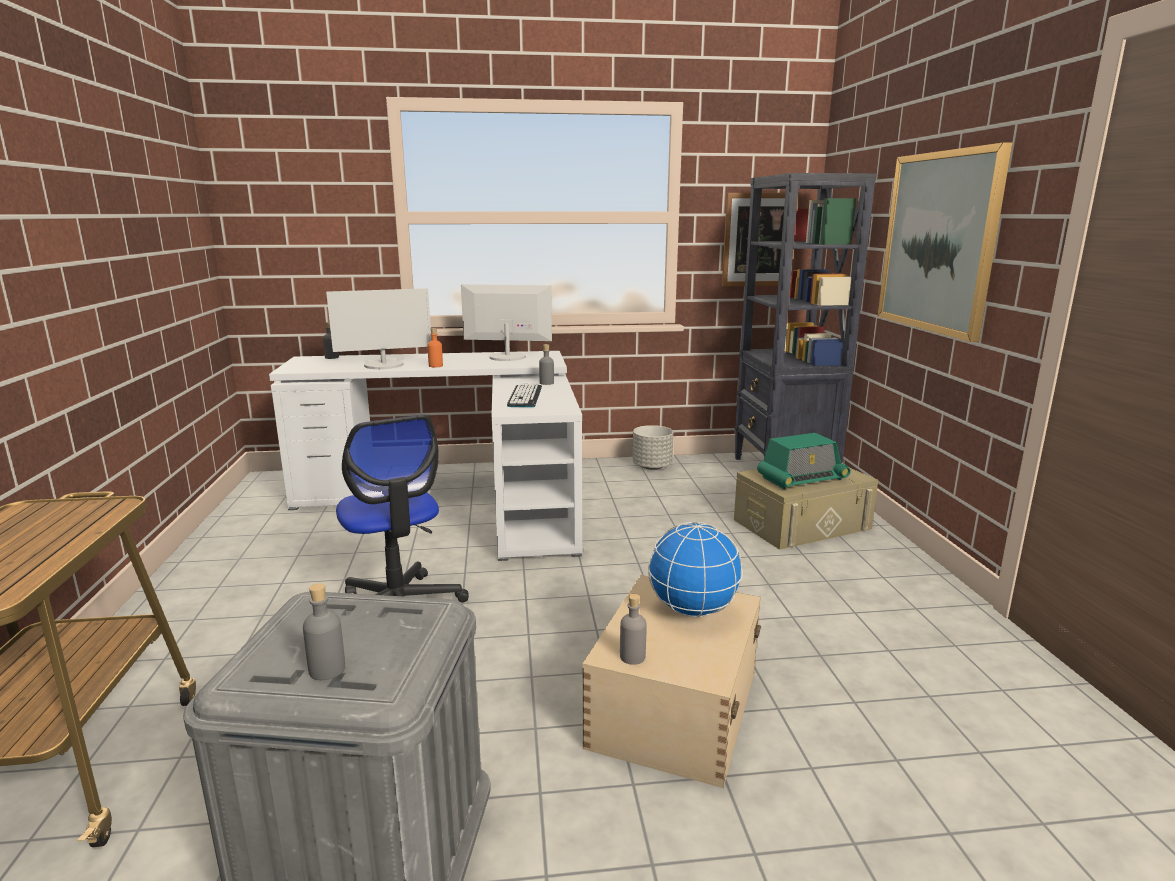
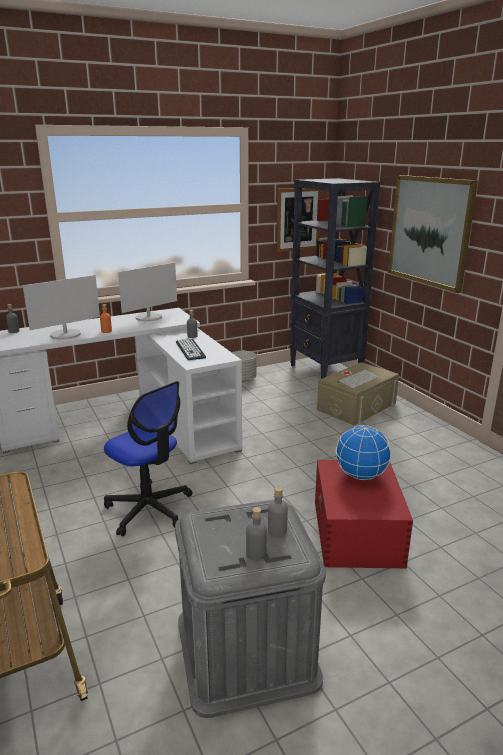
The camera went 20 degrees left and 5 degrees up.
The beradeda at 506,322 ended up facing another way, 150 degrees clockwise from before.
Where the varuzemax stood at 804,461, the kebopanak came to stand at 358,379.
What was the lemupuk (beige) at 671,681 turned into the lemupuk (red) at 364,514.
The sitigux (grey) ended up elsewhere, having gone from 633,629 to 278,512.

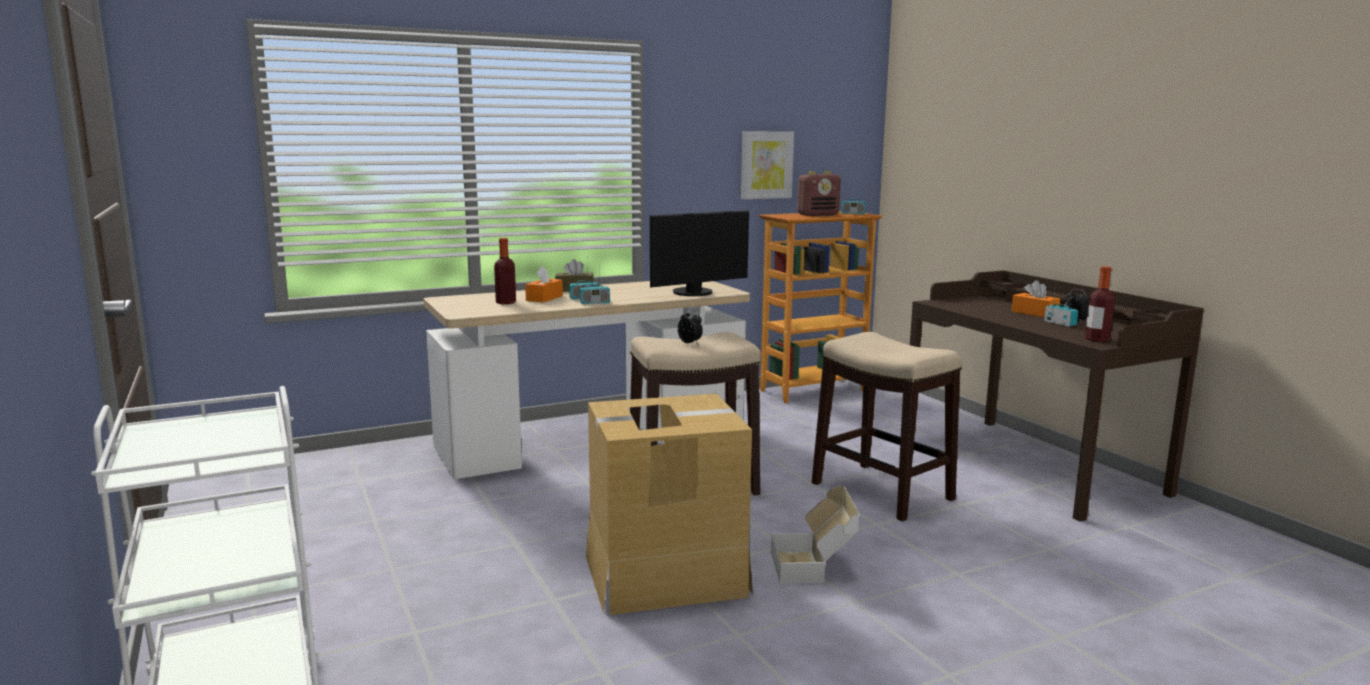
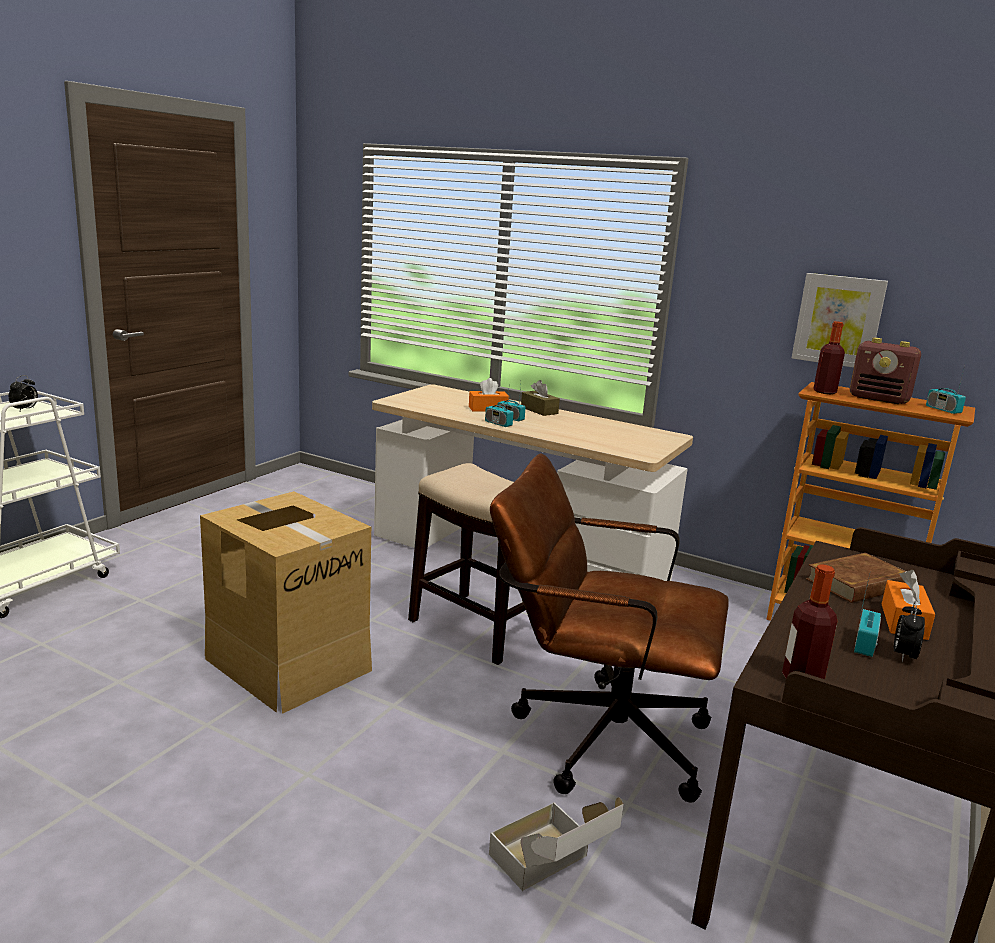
The camera went 55 degrees right and 5 degrees up.
The second view lost the beradeda at 699,253.
The sitigux ended up elsewhere, having gone from 505,271 to 829,357.
The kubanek ended up elsewhere, having gone from 690,326 to 23,393.
Where the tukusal stood at 887,427, the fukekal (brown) came to stand at 609,628.
The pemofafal ended up elsewhere, having gone from 815,534 to 556,844.
The second view gained the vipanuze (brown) at 856,578.

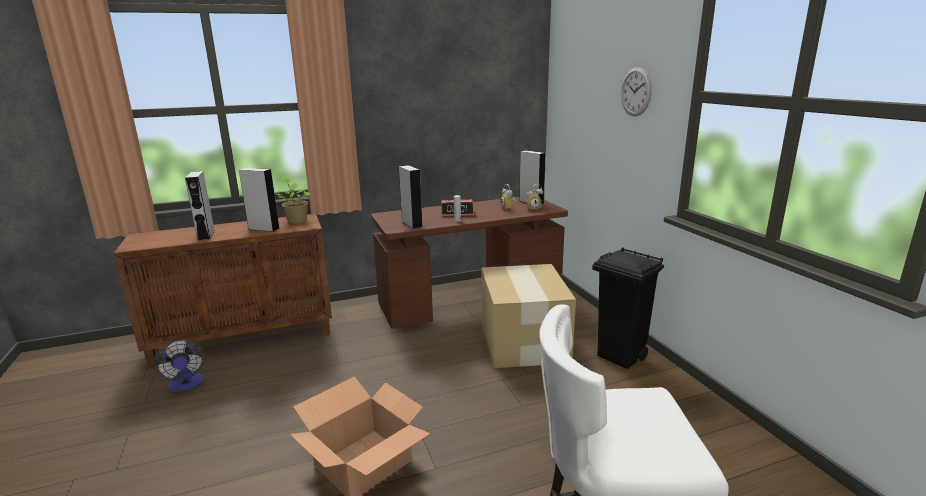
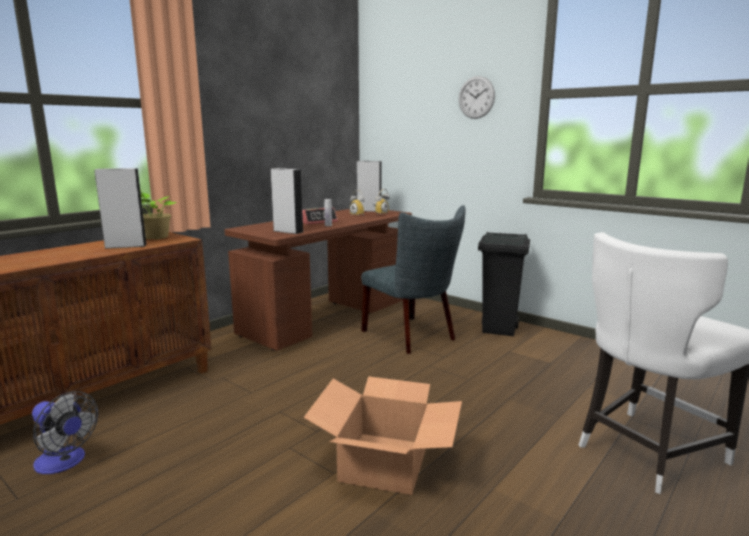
The camera went 30 degrees left and 5 degrees down.
The second view lost the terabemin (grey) at 200,206.
Where the pemofafal stood at 528,316, the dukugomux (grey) came to stand at 413,279.

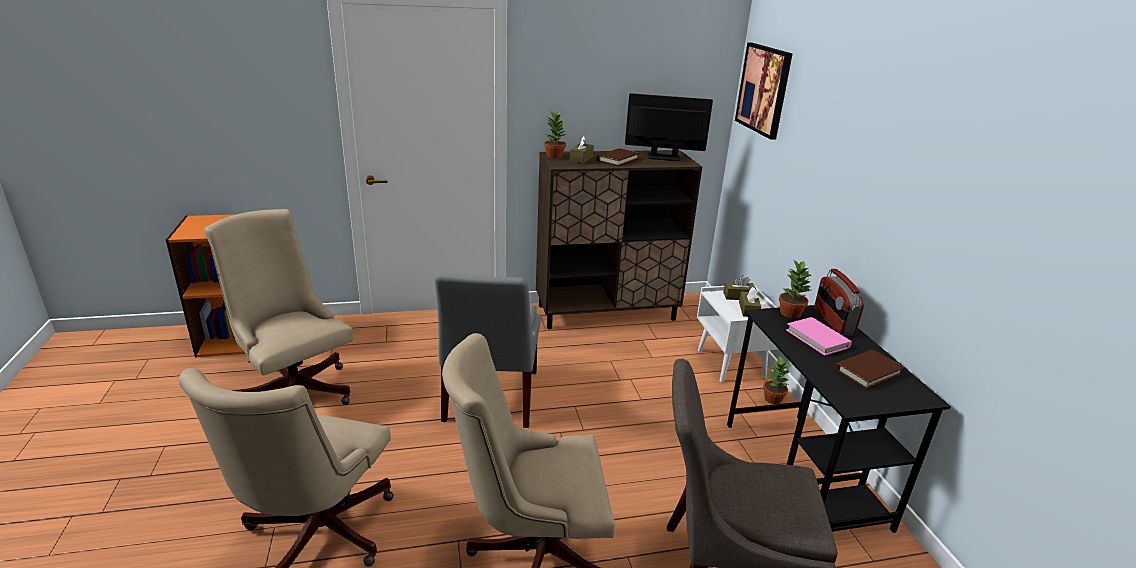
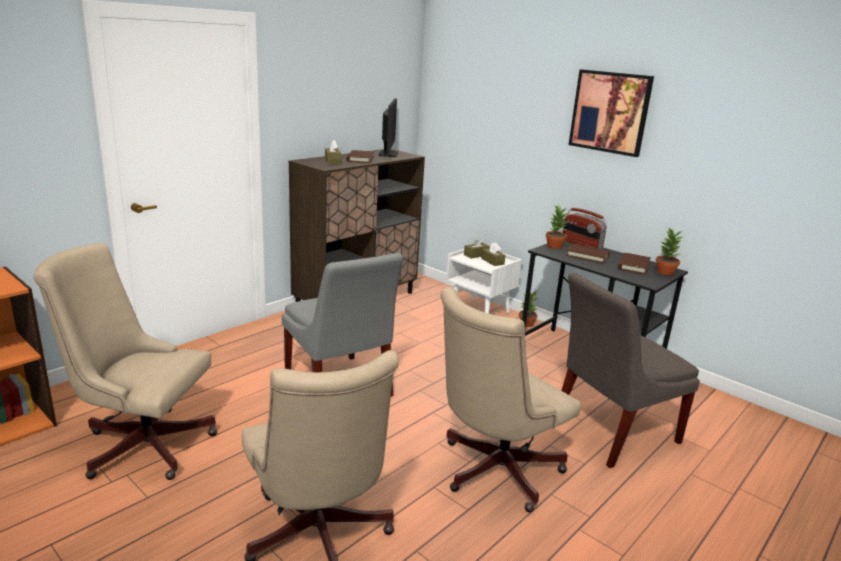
The camera went 35 degrees left and 5 degrees down.
The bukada ended up elsewhere, having gone from 763,91 to 611,113.
The beradeda at 669,127 ended up facing another way, 120 degrees clockwise from before.
The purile ended up elsewhere, having gone from 555,134 to 670,251.
What was the vipanuze (pink) at 819,336 turned into the vipanuze (brown) at 588,253.

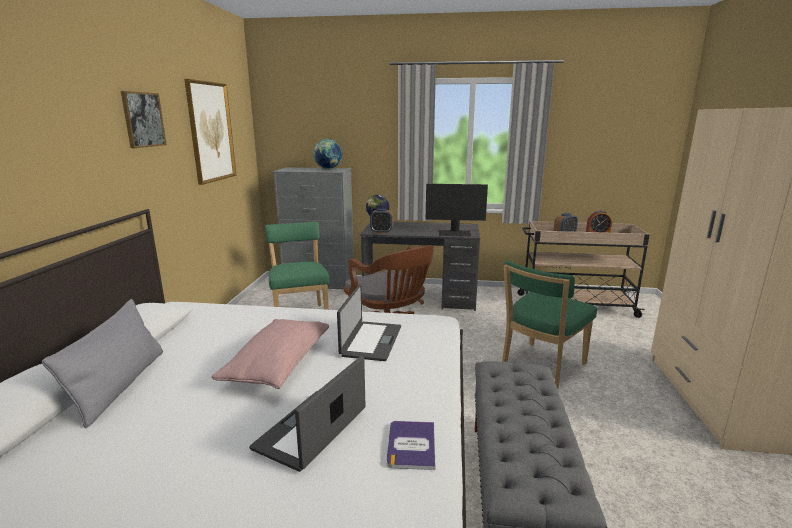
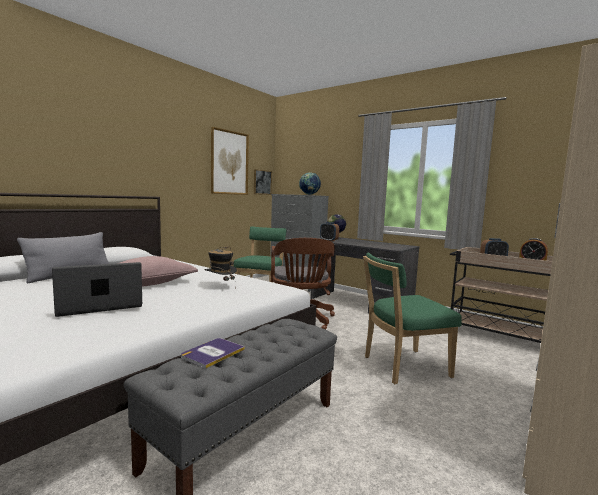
The camera went 30 degrees right and 10 degrees down.
The bukada ended up elsewhere, having gone from 144,119 to 263,182.
The second view lost the beradeda at 457,210.
Where the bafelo stood at 369,322, the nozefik came to stand at 220,267.
The vipanuze ended up elsewhere, having gone from 411,445 to 213,353.

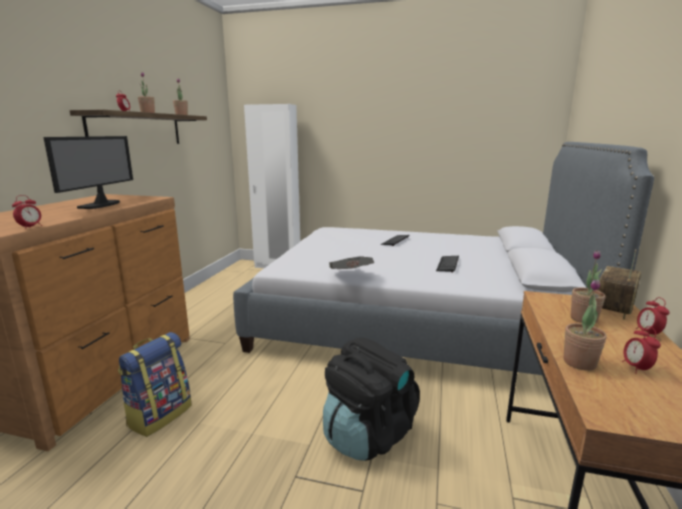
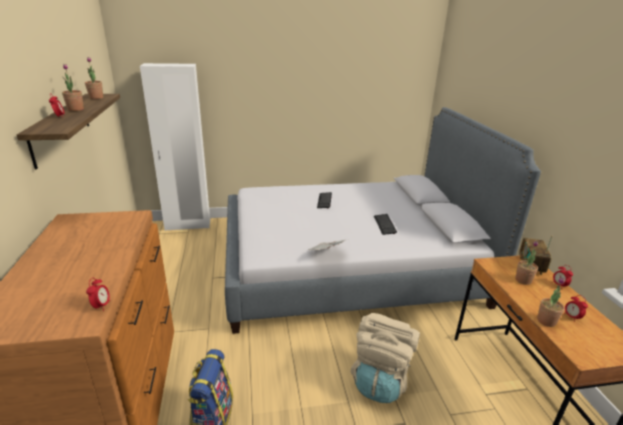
The camera went 25 degrees left and 10 degrees up.
The second view lost the beradeda at 88,172.
What was the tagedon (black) at 371,399 turned into the tagedon (beige) at 385,358.

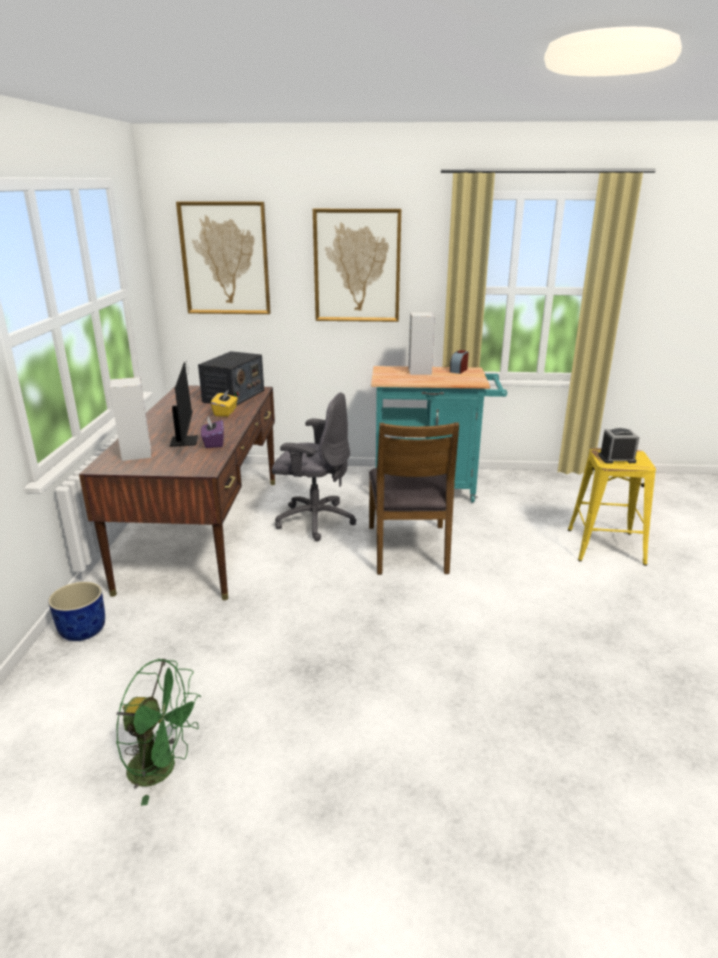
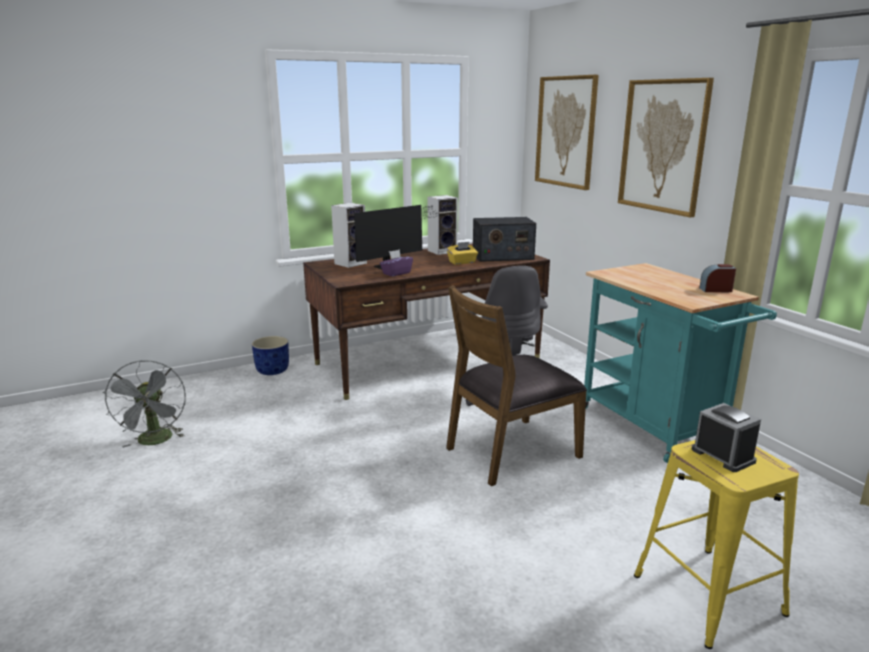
The camera went 60 degrees right and 5 degrees down.
The terabemin ended up elsewhere, having gone from 421,343 to 443,225.
What was the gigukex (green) at 158,732 turned into the gigukex (grey) at 144,404.

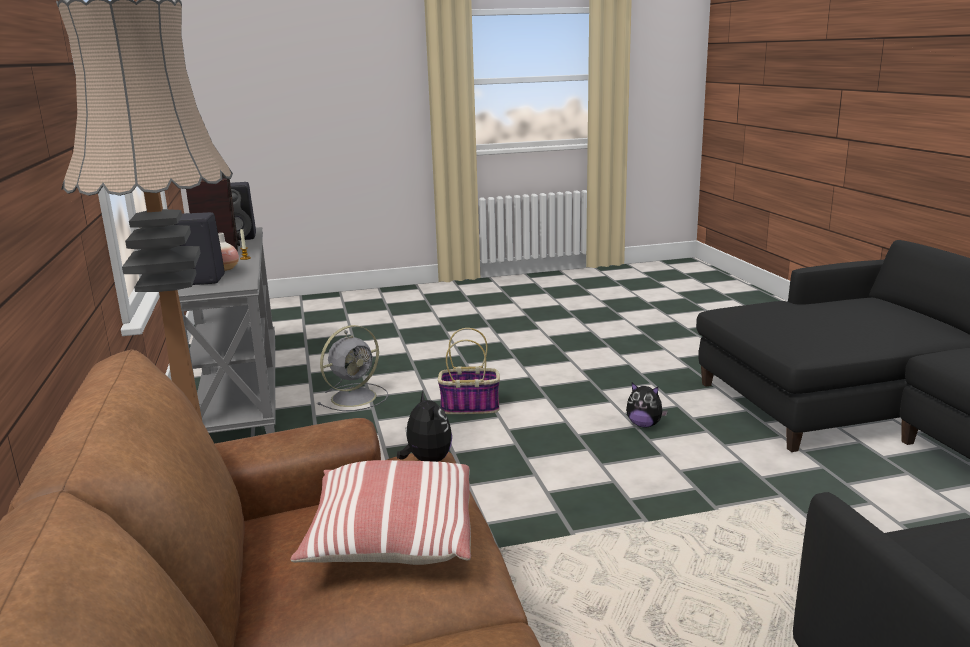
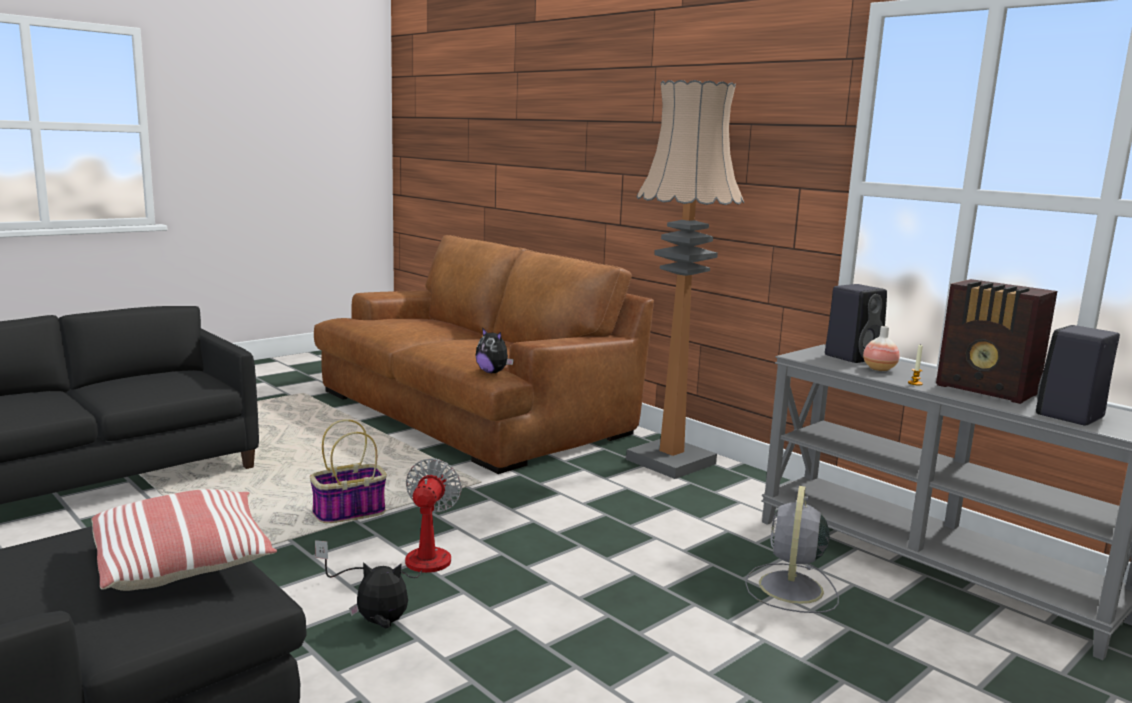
The camera went 150 degrees right and 5 degrees down.
The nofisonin ended up elsewhere, having gone from 469,371 to 348,471.
The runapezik ended up elsewhere, having gone from 380,512 to 184,540.
The second view gained the gigukex at 388,518.

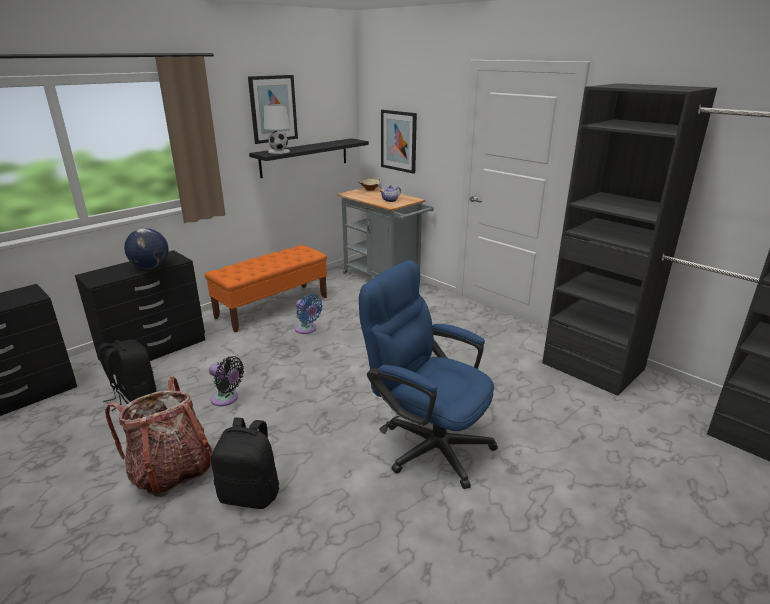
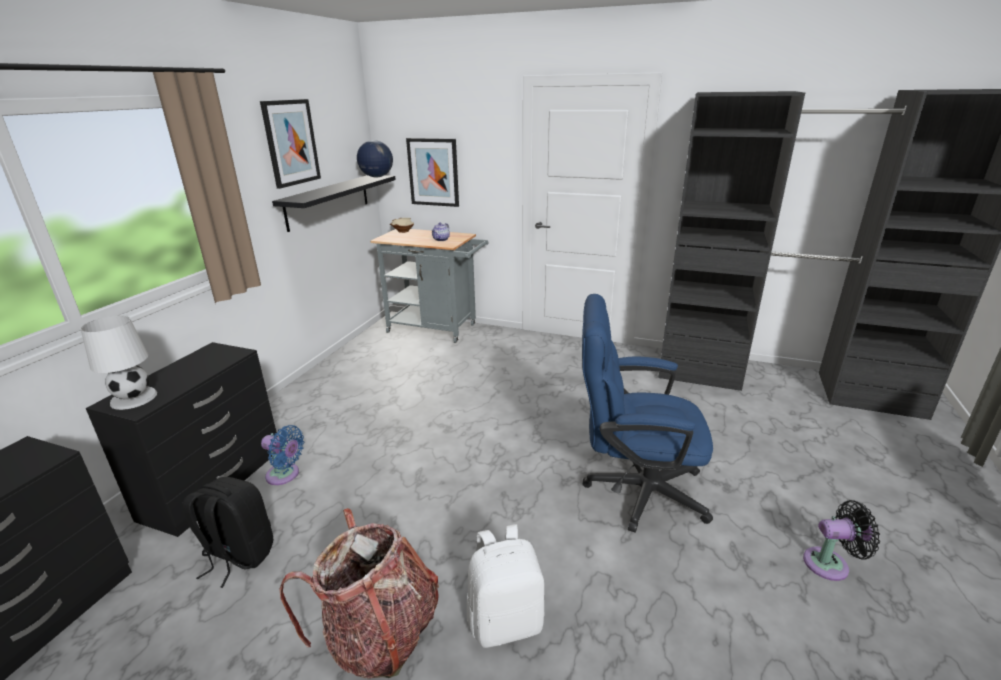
The camera went 25 degrees left and 0 degrees up.
The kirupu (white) ended up elsewhere, having gone from 277,129 to 119,362.
The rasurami ended up elsewhere, having gone from 146,248 to 375,158.
The second view lost the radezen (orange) at 266,288.
The gigukex (blue) ended up elsewhere, having gone from 309,314 to 282,455.
The gigukex (black) ended up elsewhere, having gone from 226,381 to 841,540.
What was the tagedon (black) at 245,463 turned into the tagedon (white) at 506,586.

